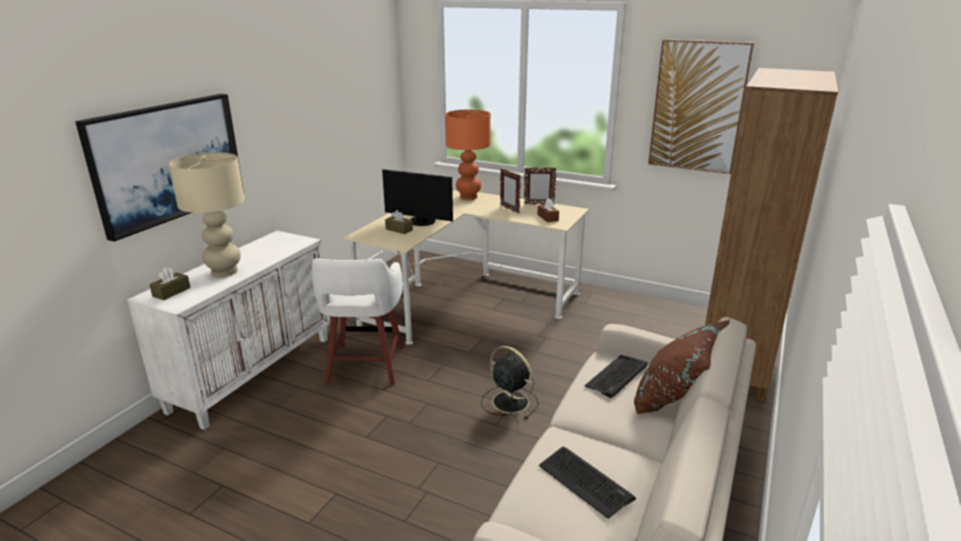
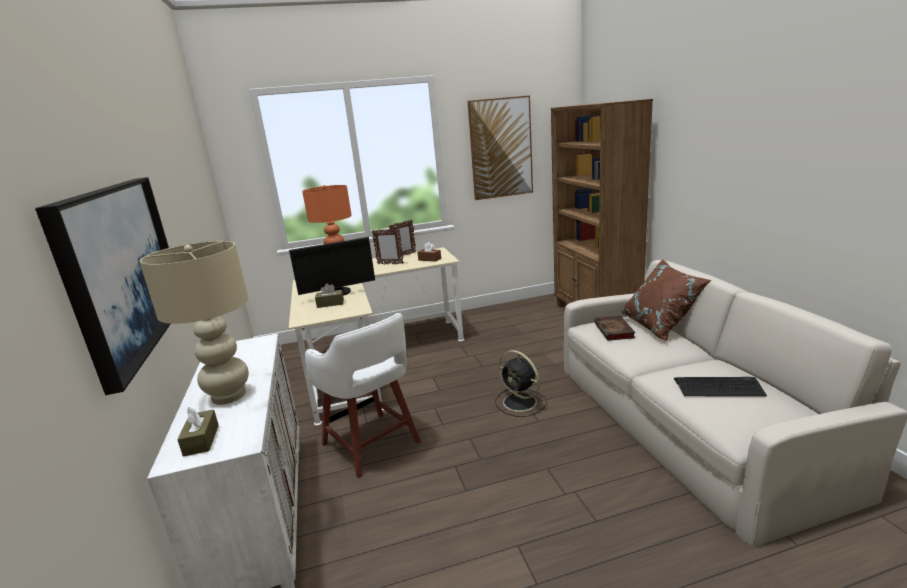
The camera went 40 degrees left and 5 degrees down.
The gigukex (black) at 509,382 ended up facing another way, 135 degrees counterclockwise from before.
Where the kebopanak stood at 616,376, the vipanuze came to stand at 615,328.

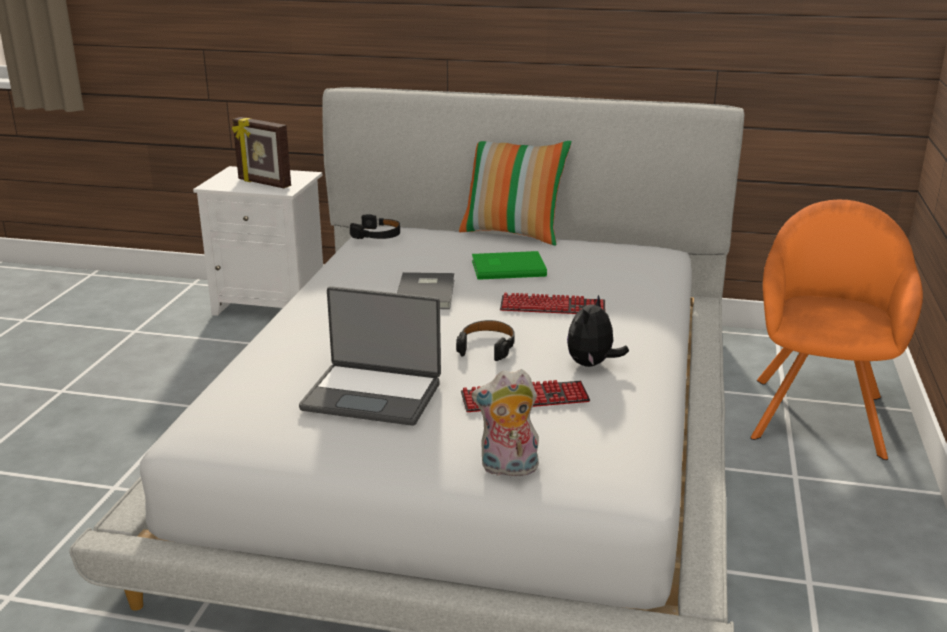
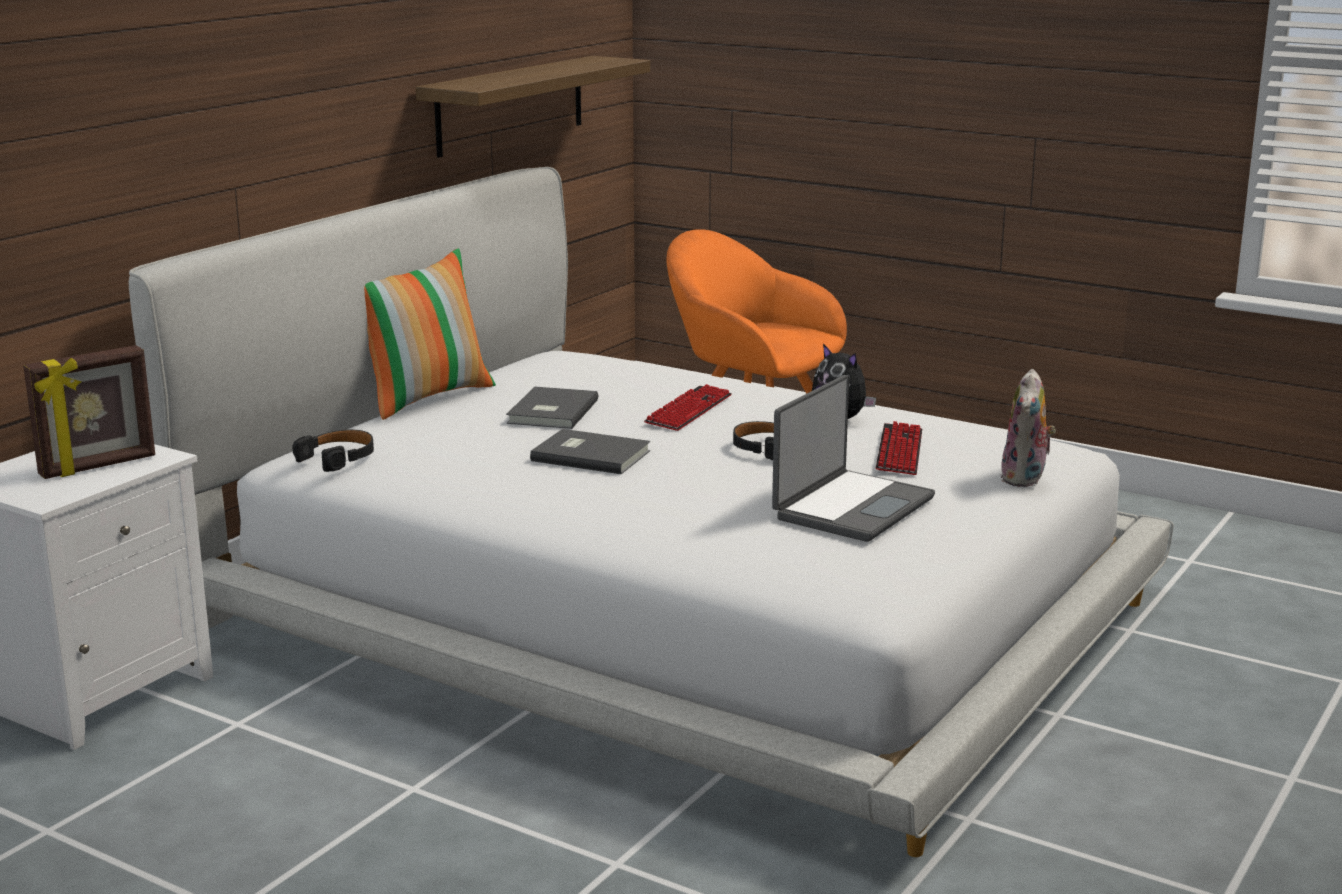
The camera went 70 degrees left and 5 degrees down.
What was the vipanuze (green) at 509,265 turned into the vipanuze (grey) at 552,408.
The second view gained the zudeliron at 533,107.

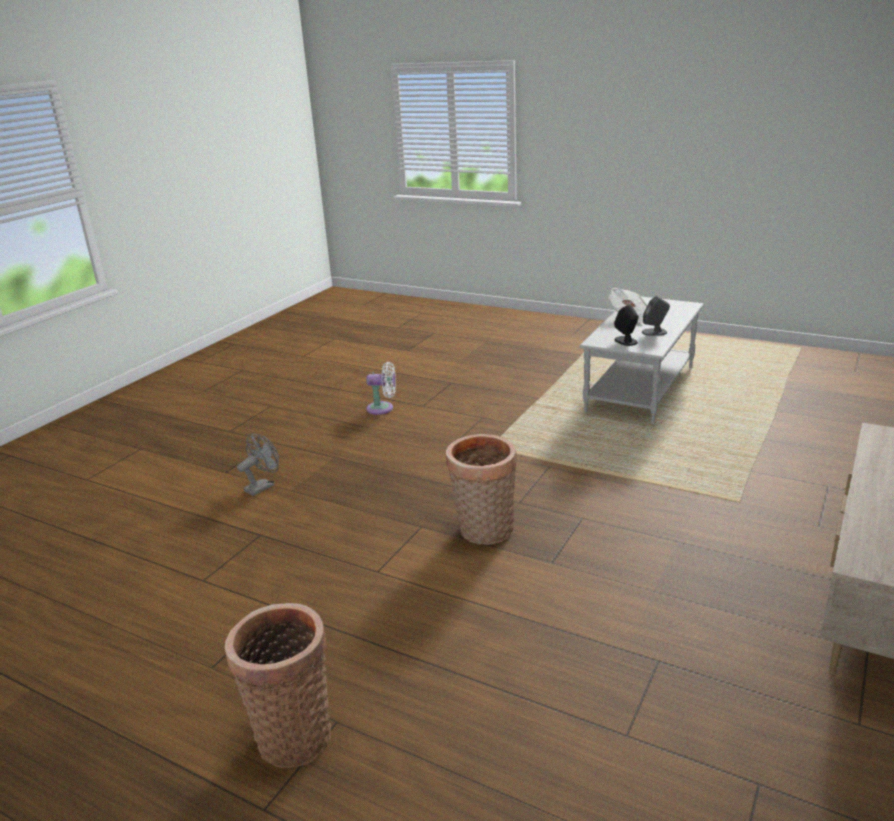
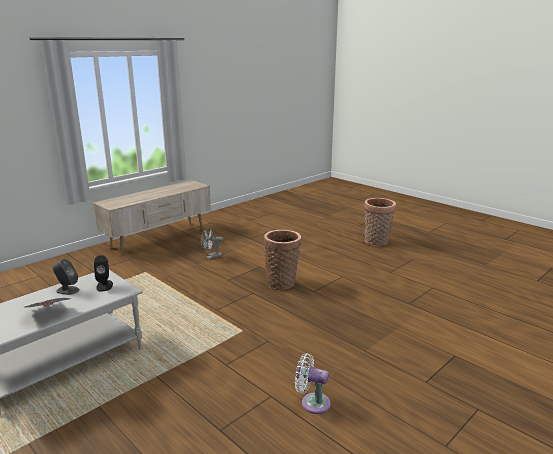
The camera went 165 degrees left and 5 degrees down.
The gigukex (grey) ended up elsewhere, having gone from 258,464 to 212,243.

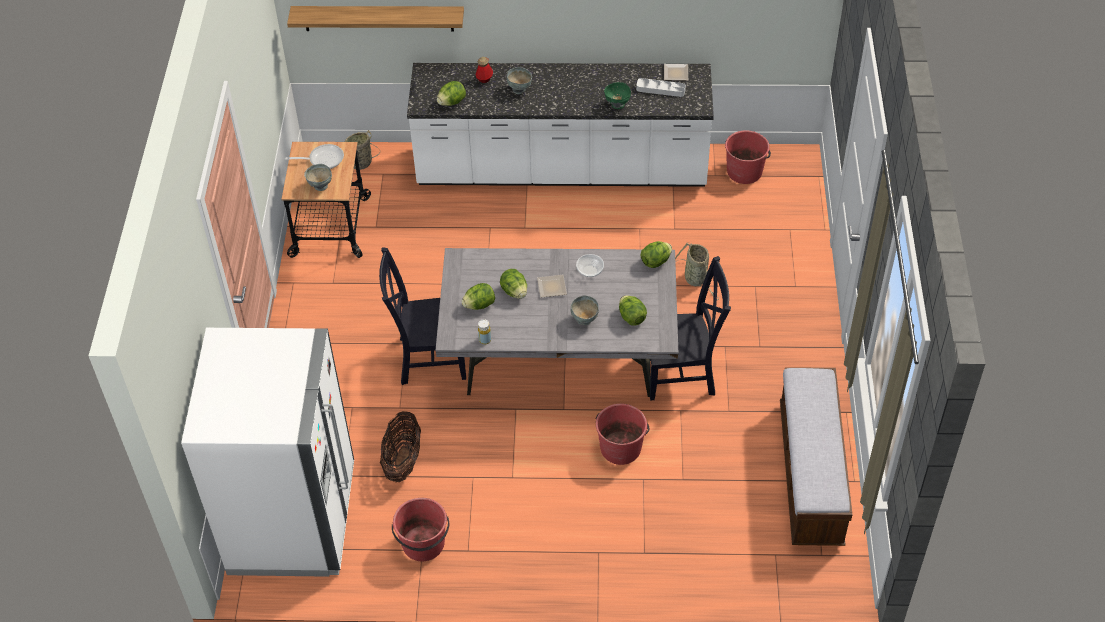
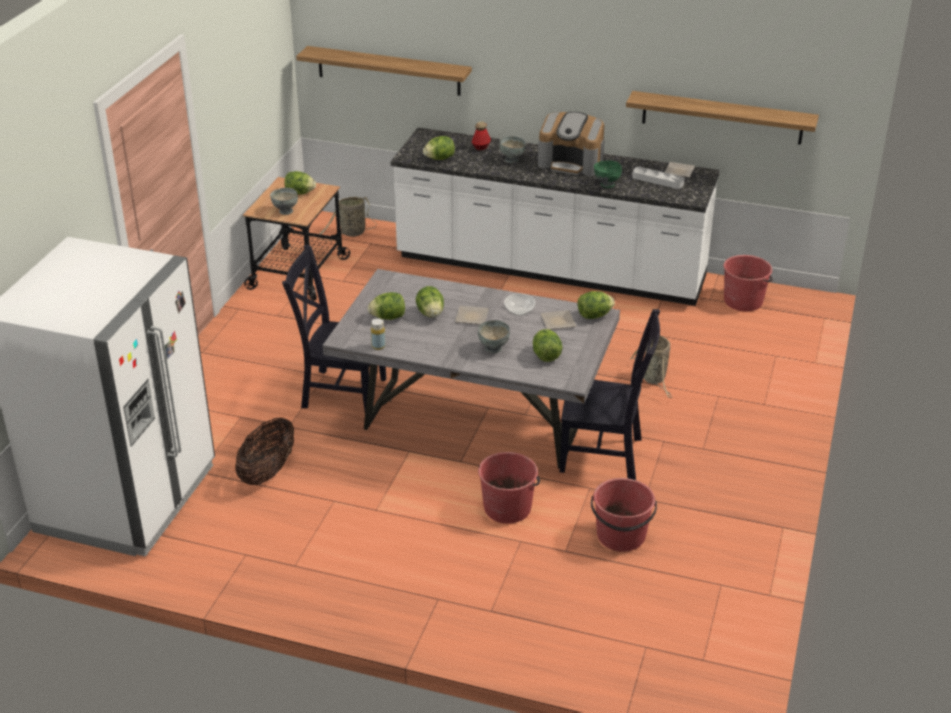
The camera went 15 degrees right and 15 degrees down.
Where the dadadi stood at 314,156, the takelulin came to stand at 300,183.
The second view lost the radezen at 816,456.
The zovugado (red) ended up elsewhere, having gone from 420,529 to 624,515.
The second view gained the zudeliron at 722,118.
The second view gained the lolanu at 571,144.
The second view gained the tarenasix at 558,320.

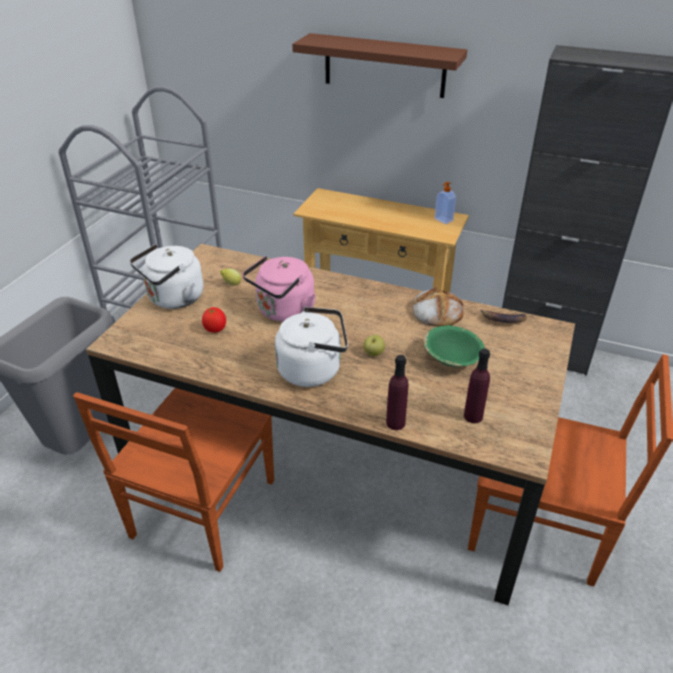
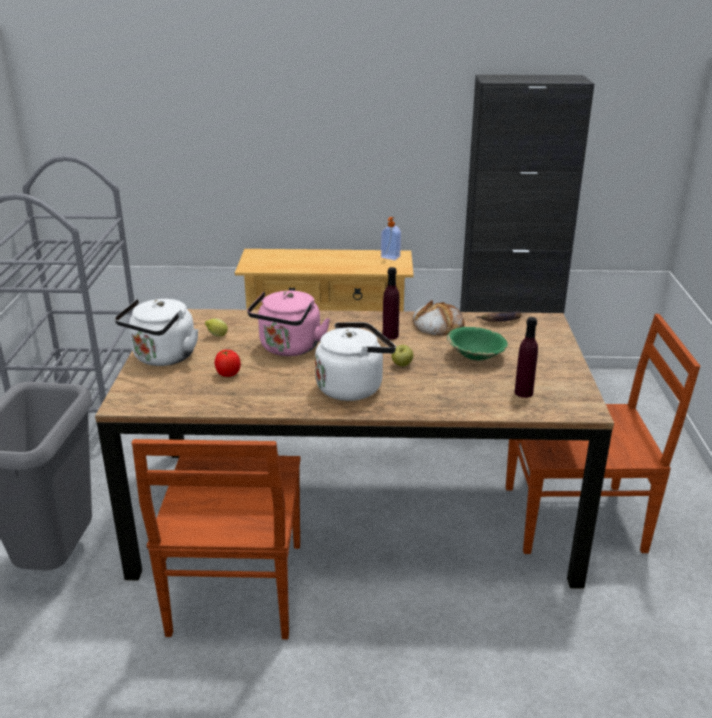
The camera went 20 degrees left and 10 degrees down.
The second view lost the zudeliron (brown) at 379,65.
The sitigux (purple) ended up elsewhere, having gone from 397,392 to 391,303.

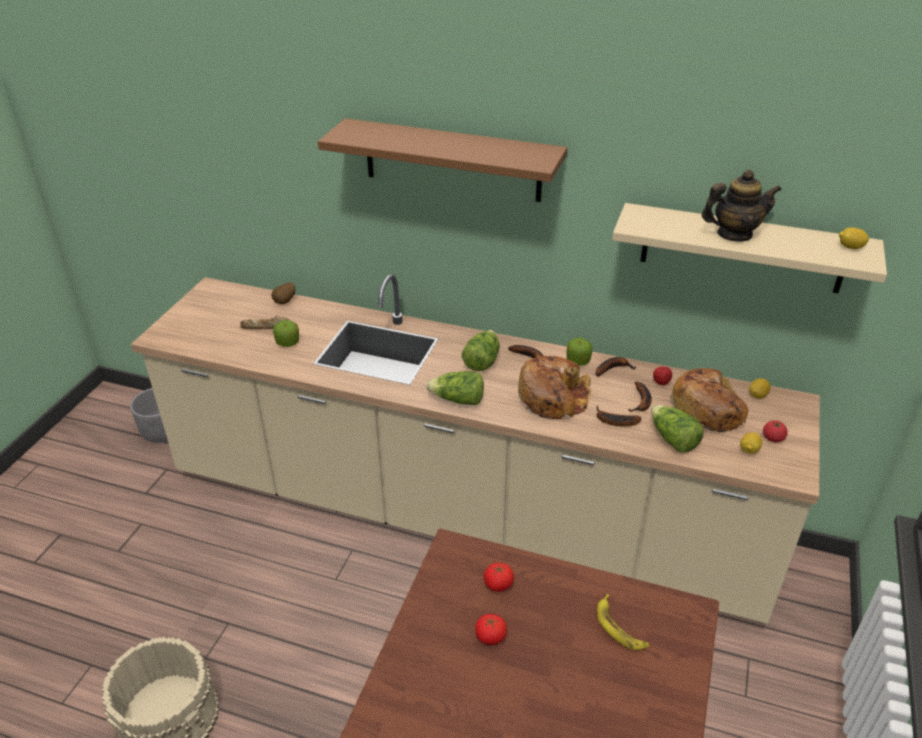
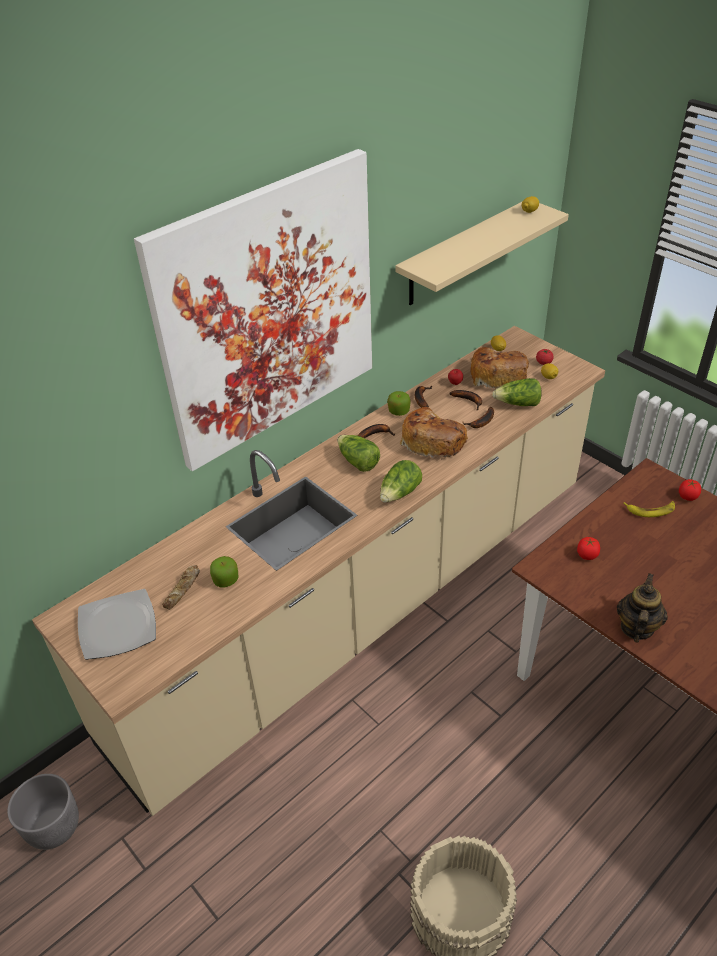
The camera went 60 degrees left and 5 degrees up.
Where the zudeliron (brown) hung at 442,160, the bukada came to hang at 253,310.
The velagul ended up elsewhere, having gone from 741,206 to 642,608.
The second view lost the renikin at 283,293.
The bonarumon ended up elsewhere, having gone from 491,629 to 690,490.
The second view gained the tarenasix at 117,624.

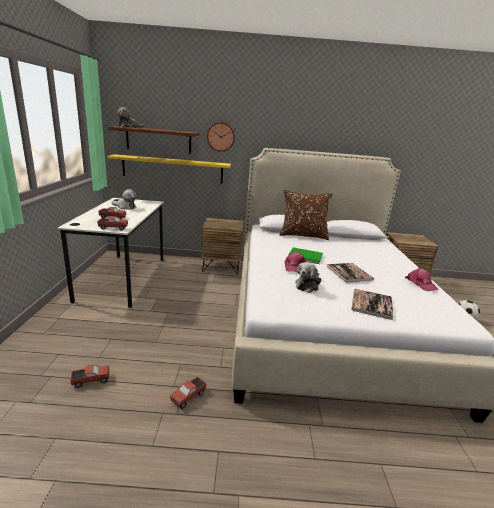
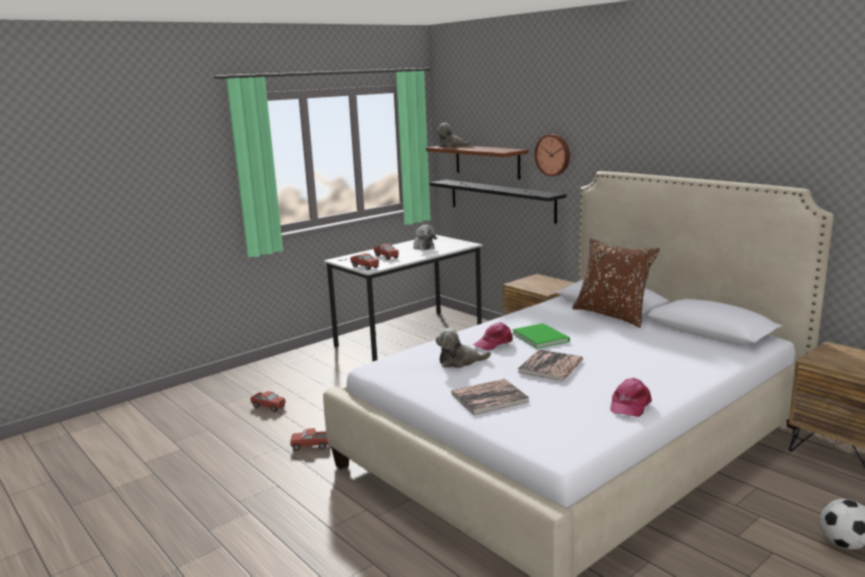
The camera went 50 degrees right and 5 degrees down.
What was the zudeliron (yellow) at 169,169 turned into the zudeliron (black) at 497,202.

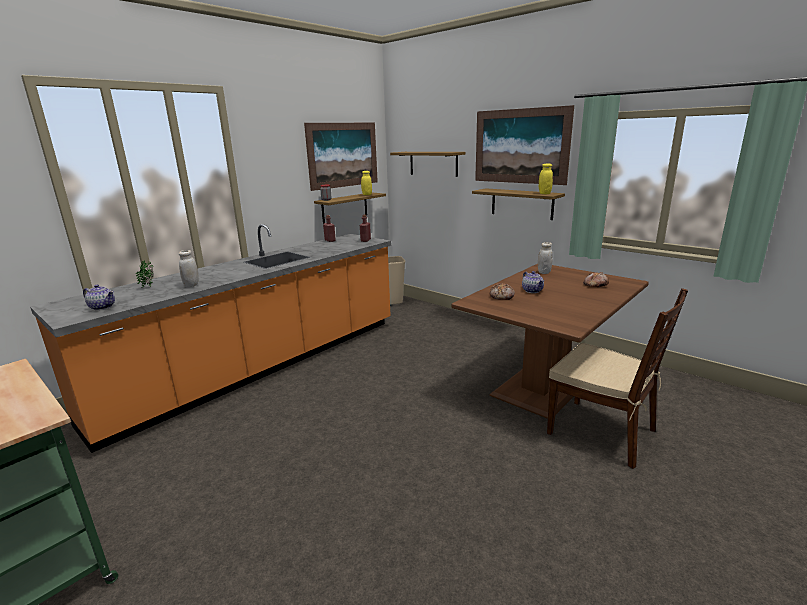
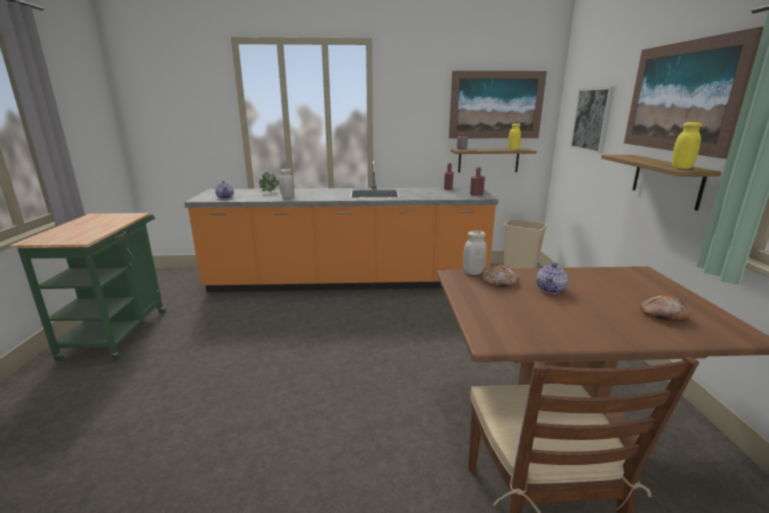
The camera went 45 degrees right and 0 degrees up.
Where the zudeliron hung at 427,164, the bukada came to hang at 592,120.
The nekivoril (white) ended up elsewhere, having gone from 545,258 to 475,253.

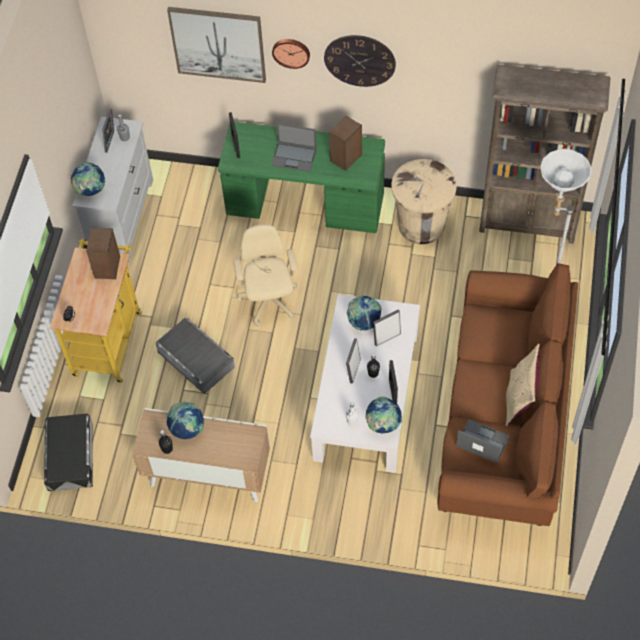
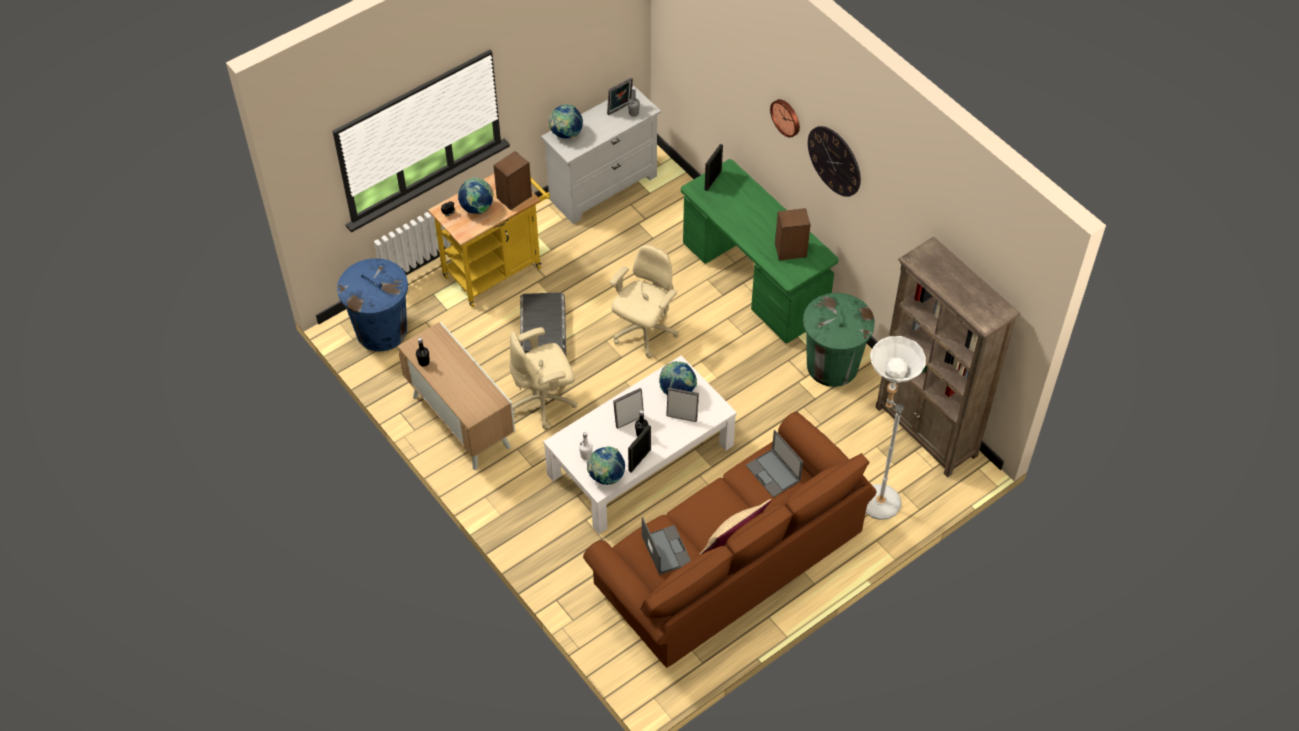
The camera went 40 degrees right and 5 degrees down.
The second view lost the bukada at 216,45.
The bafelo ended up elsewhere, having gone from 294,147 to 774,464.
What was the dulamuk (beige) at 424,201 turned into the dulamuk (green) at 839,340.
The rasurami ended up elsewhere, having gone from 185,420 to 475,195.
Where the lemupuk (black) stood at 68,452, the dulamuk (blue) came to stand at 372,304.
The second view gained the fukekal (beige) at 543,378.

